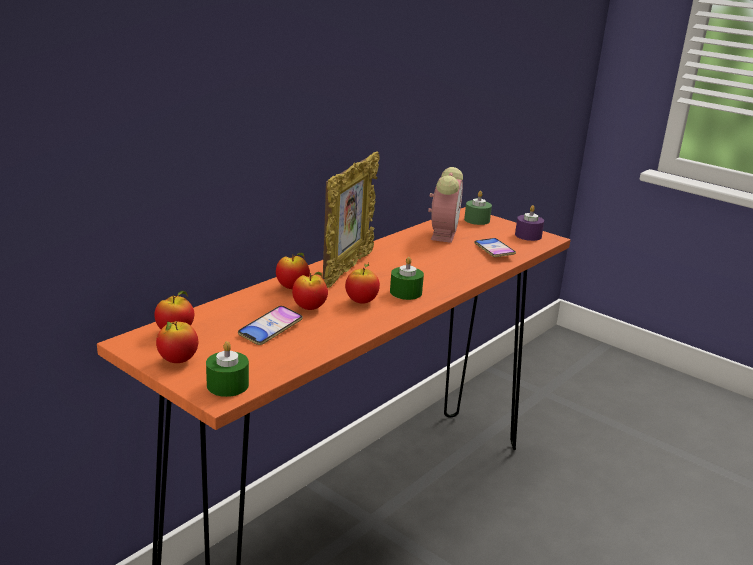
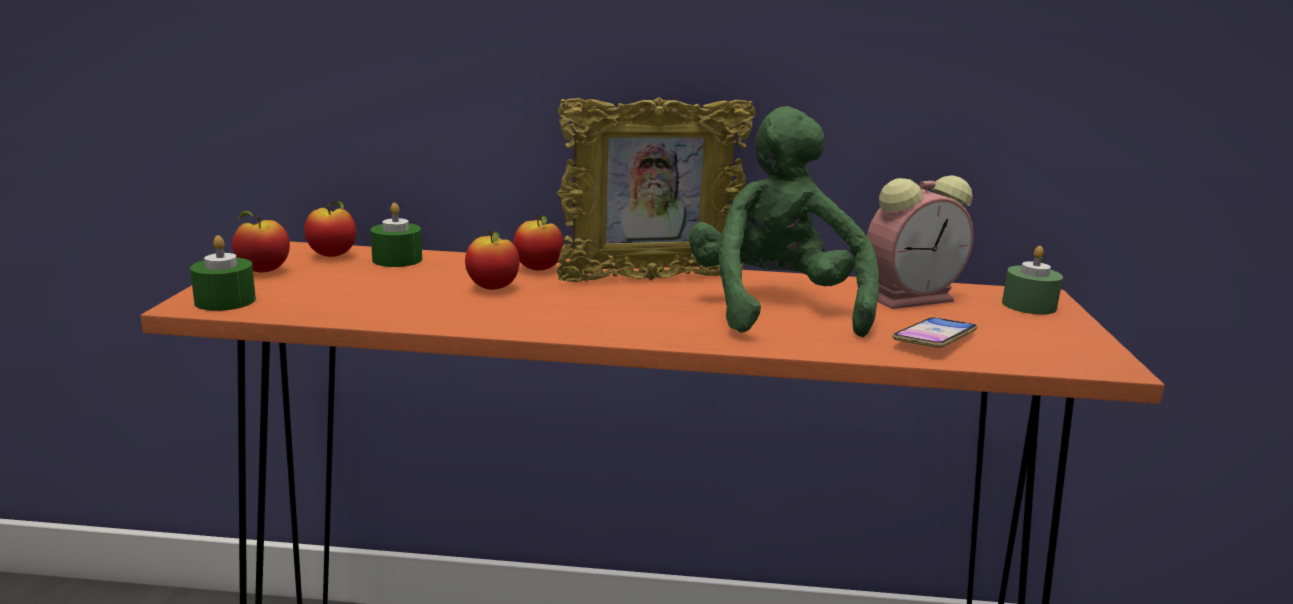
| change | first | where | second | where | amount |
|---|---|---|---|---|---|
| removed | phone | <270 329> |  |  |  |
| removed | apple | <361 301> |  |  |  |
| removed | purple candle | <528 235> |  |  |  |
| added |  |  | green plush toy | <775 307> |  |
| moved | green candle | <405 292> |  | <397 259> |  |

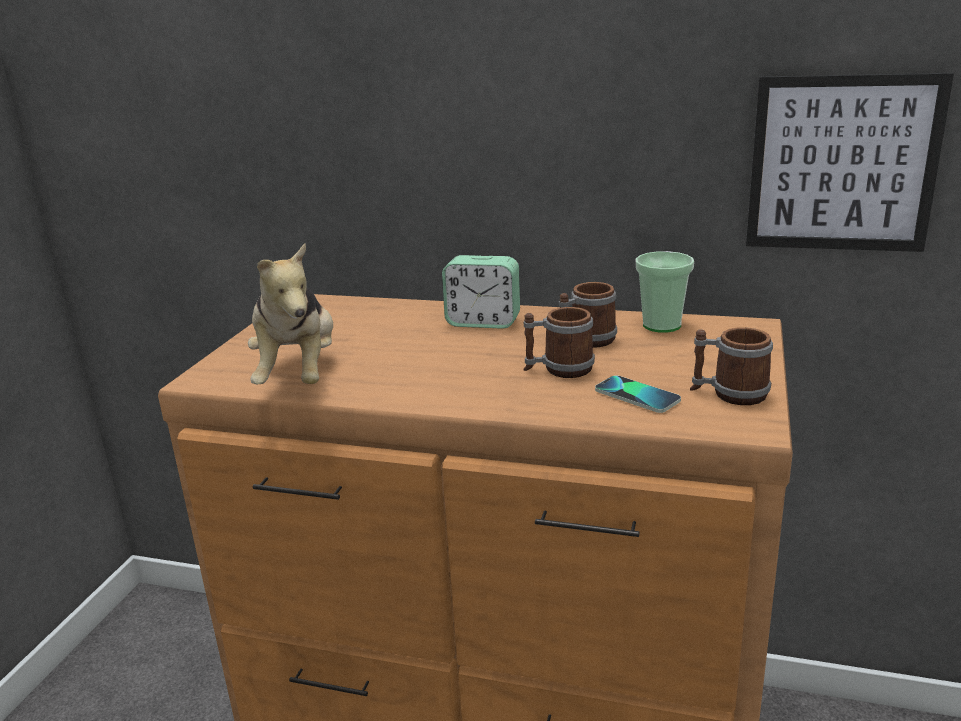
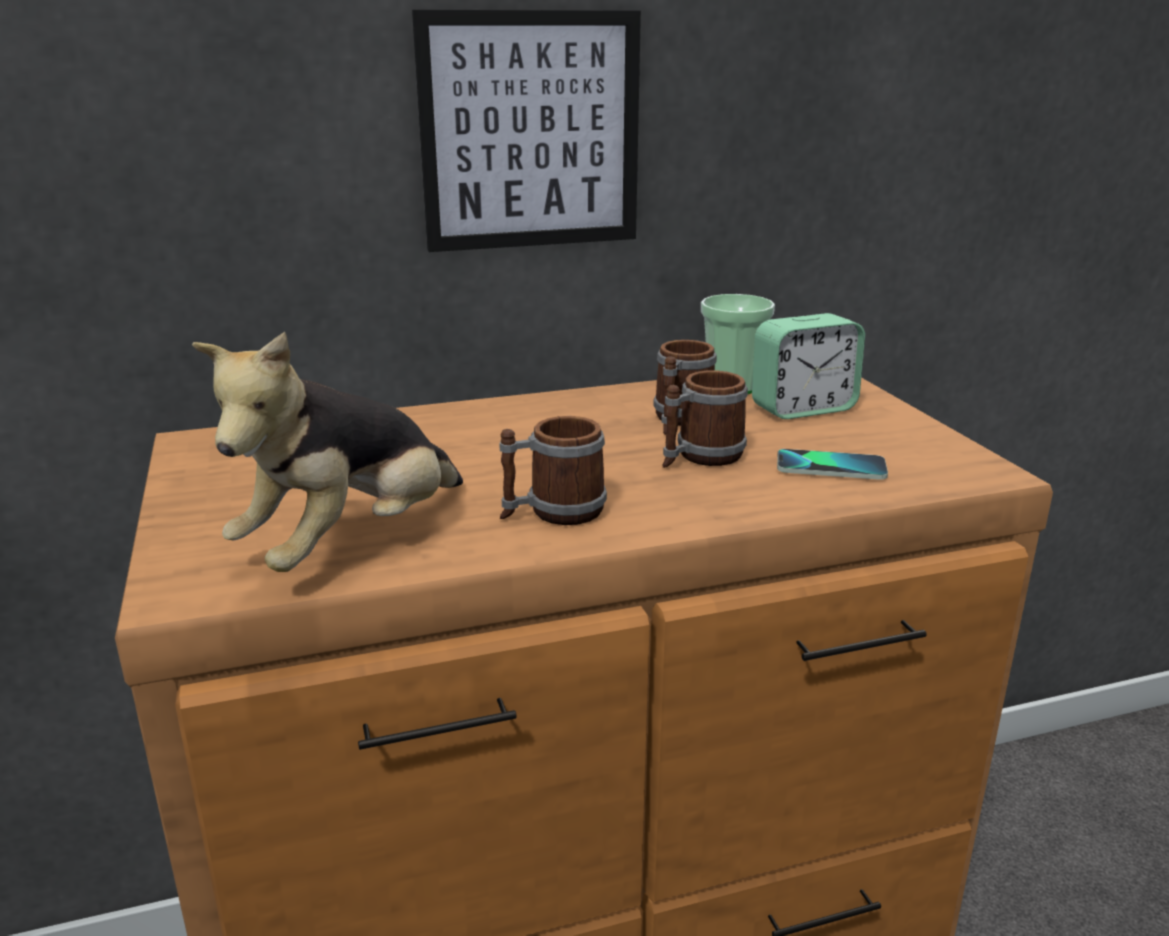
| change | first | where | second | where | amount |
|---|---|---|---|---|---|
| moved | alarm clock | <483 322> |  | <803 408> |  |
| moved | mug | <729 394> |  | <553 512> |  |
| moved | picture | <842 164> |  | <531 132> |  |
| turned | plush toy | <299 375> |  | <352 544> | 75 degrees clockwise |

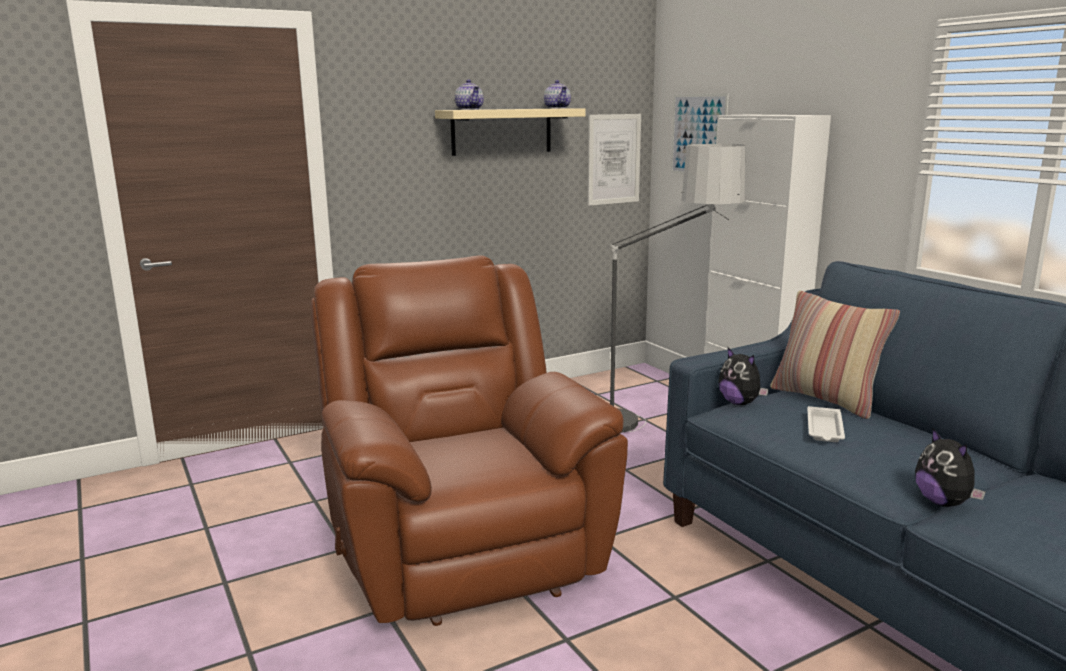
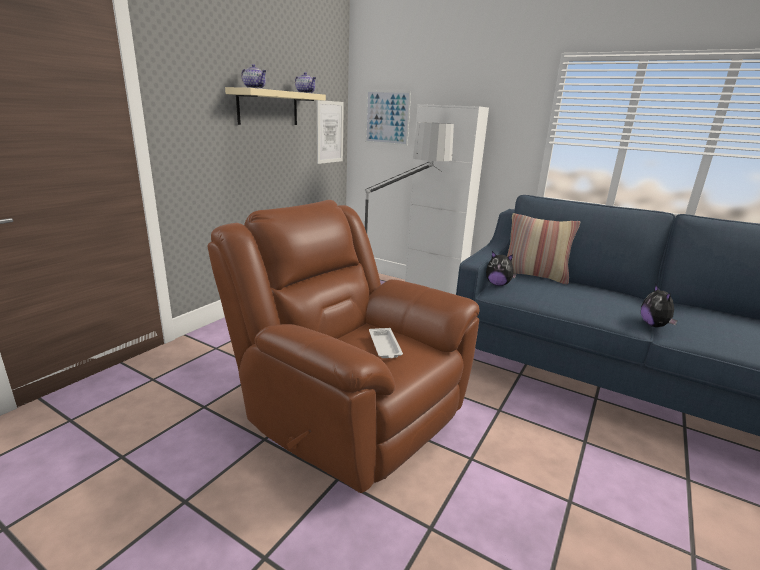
| change | first | where | second | where | amount |
|---|---|---|---|---|---|
| moved | white tray | <824 429> |  | <385 346> |  |
| turned | plush toy | <943 502> |  | <654 325> | 45 degrees clockwise |

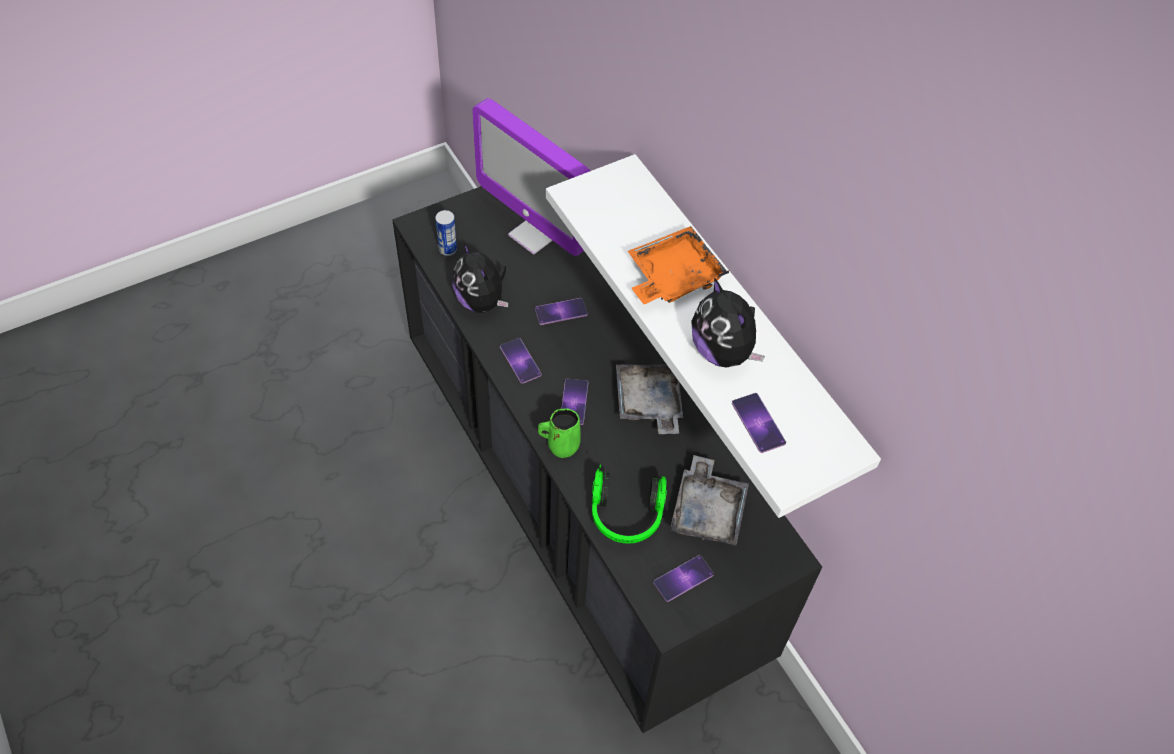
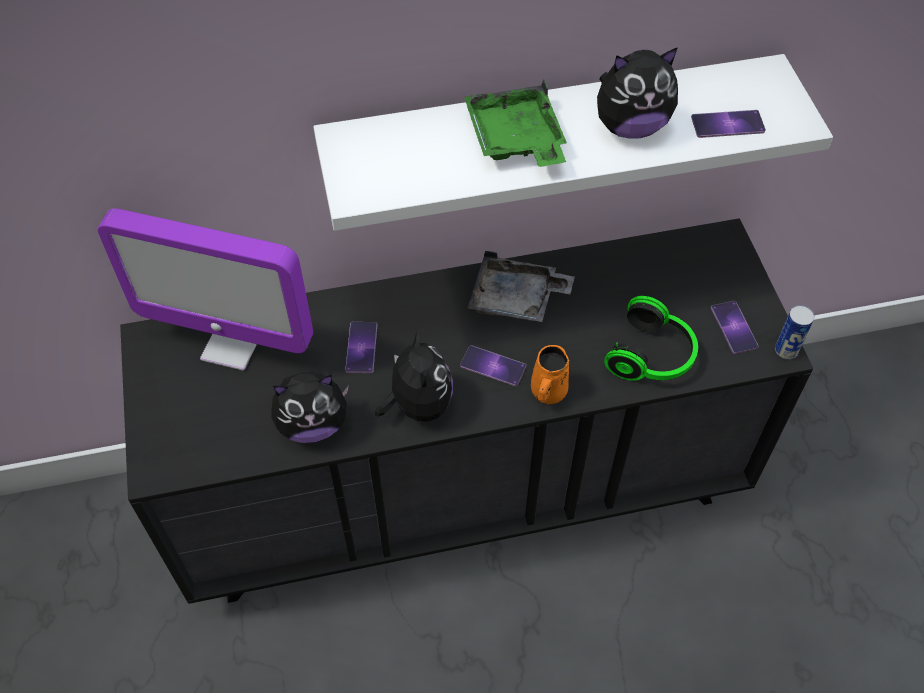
| change | first | where | second | where | amount |
|---|---|---|---|---|---|
| removed | grey tray | <707 510> |  |  |  |
| moved | can | <447 249> |  | <786 351> |  |
| replaced | phone | <520 361> | plush toy | <418 404> |  |
| recoloured | green mug | <561 445> | orange mug | <547 392> |  |
| recoloured | orange tray | <672 277> | green tray | <515 139> |  |
| turned | monitor | <535 234> |  | <232 345> | 45 degrees clockwise |

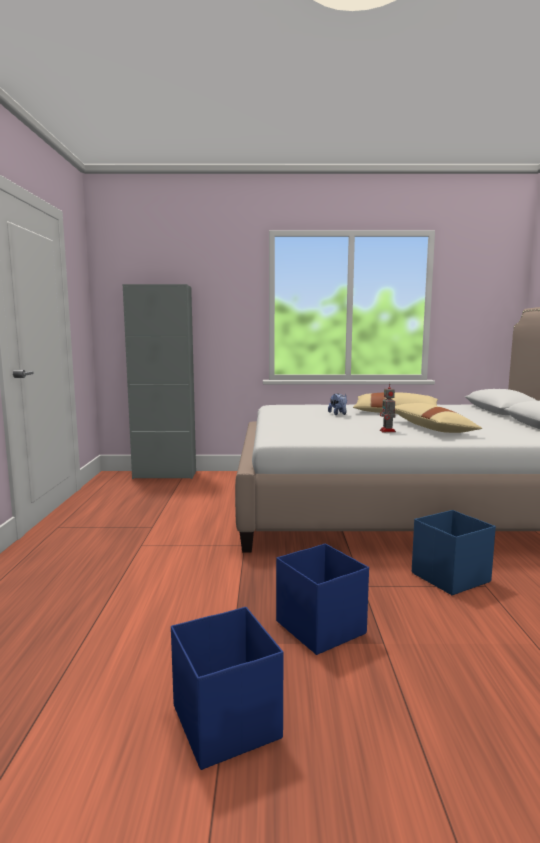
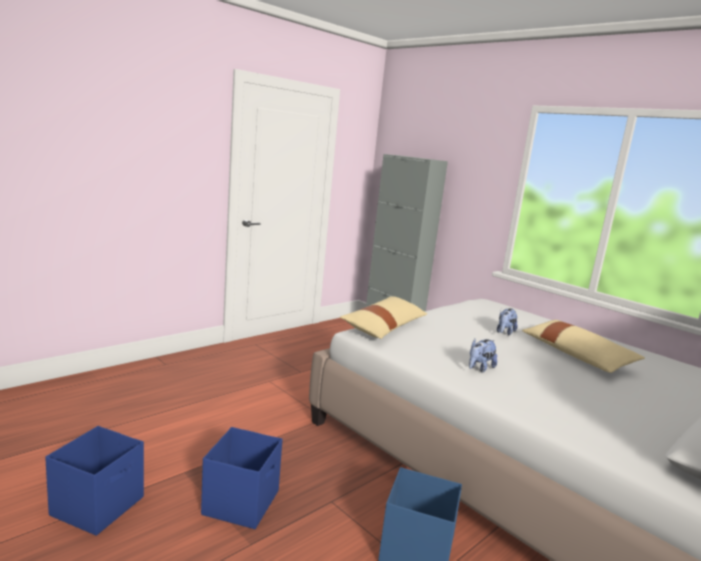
| change | first | where | second | where | amount |
|---|---|---|---|---|---|
| moved | beige pillow | <431 428> |  | <384 327> |  |
| replaced | toy robot | <387 431> | plush toy | <479 368> |  |

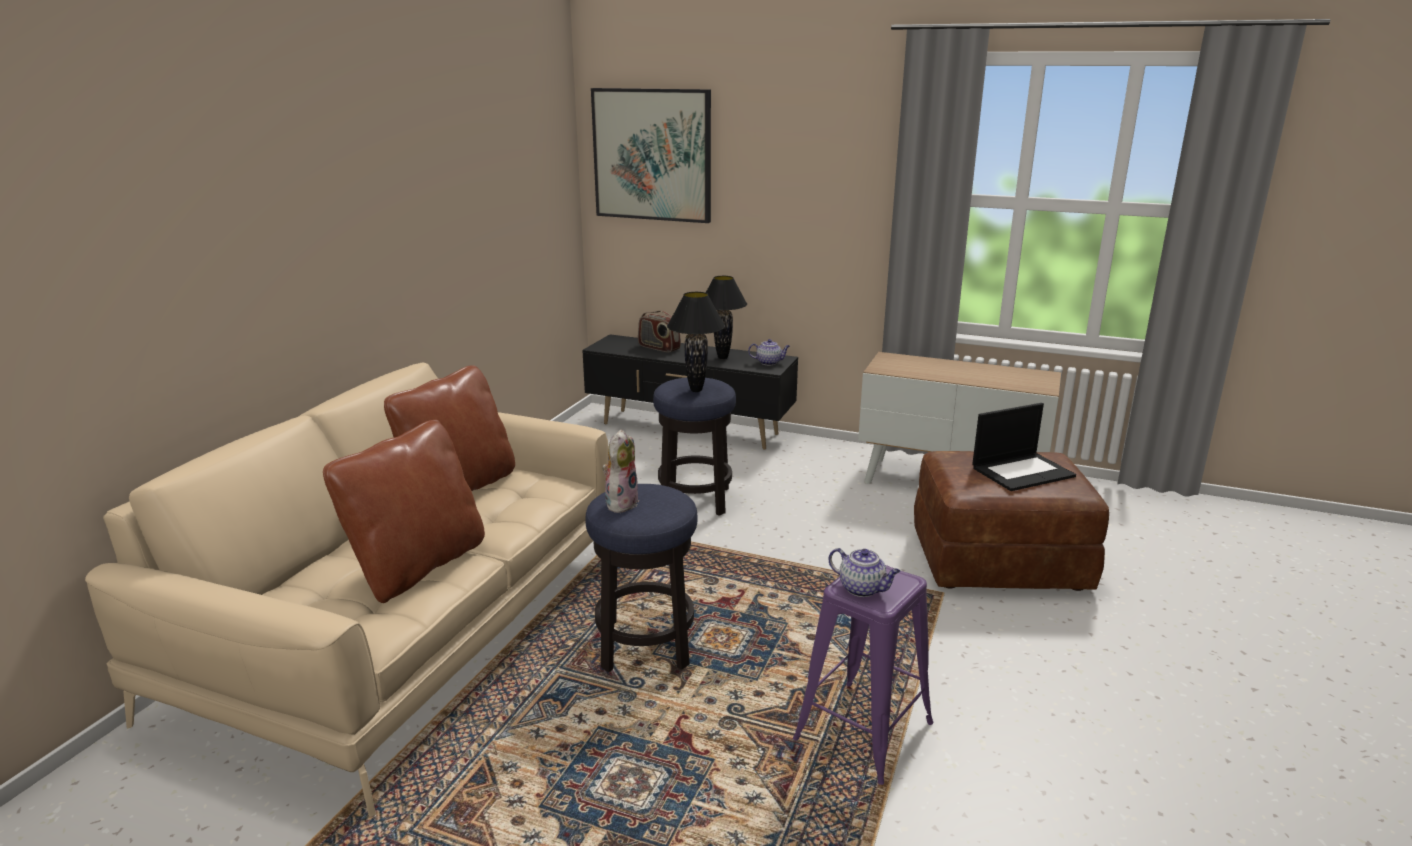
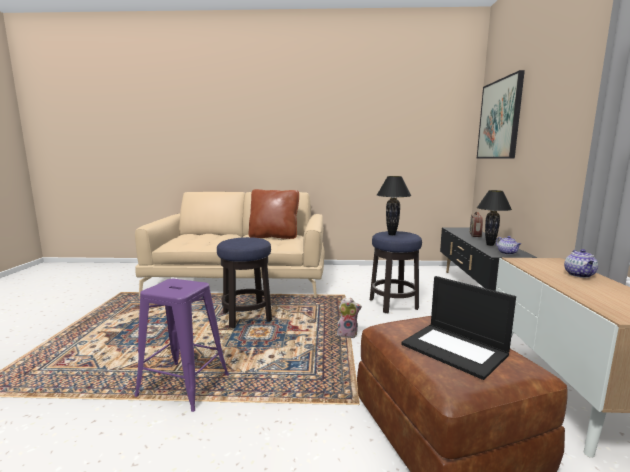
| change | first | where | second | where | amount |
|---|---|---|---|---|---|
| removed | brown pillow | <418 566> |  |  |  |
| moved | plush toy | <620 503> |  | <347 334> |  |
| moved | teapot | <863 589> |  | <579 275> |  |

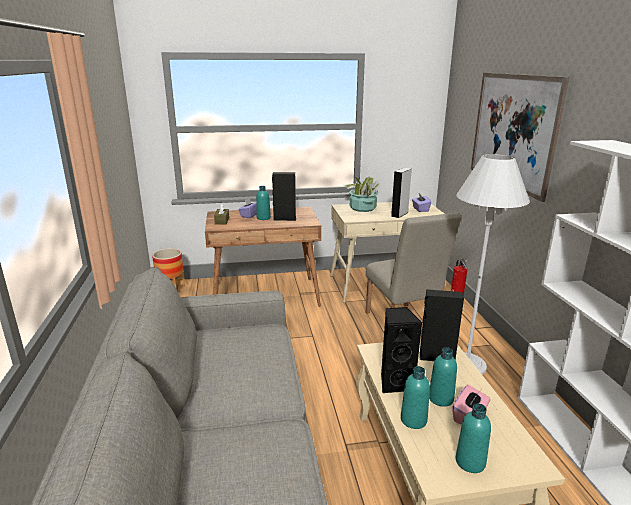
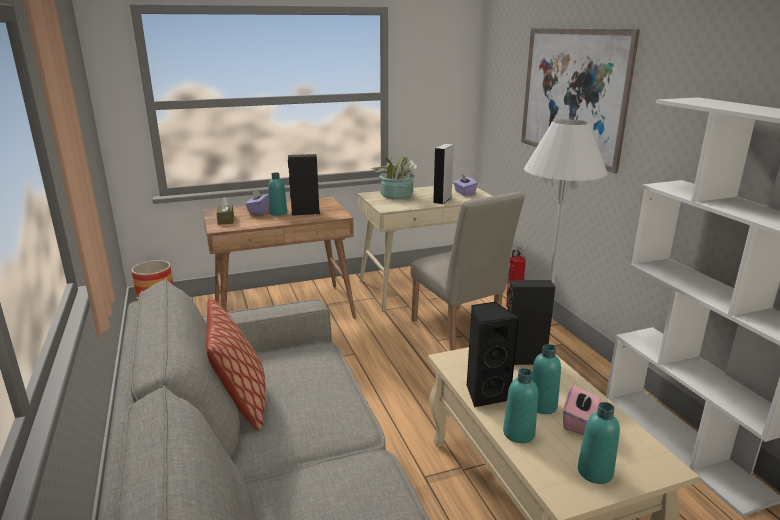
| change | first | where | second | where | amount |
|---|---|---|---|---|---|
| added |  |  | pillow | <241 403> |  |

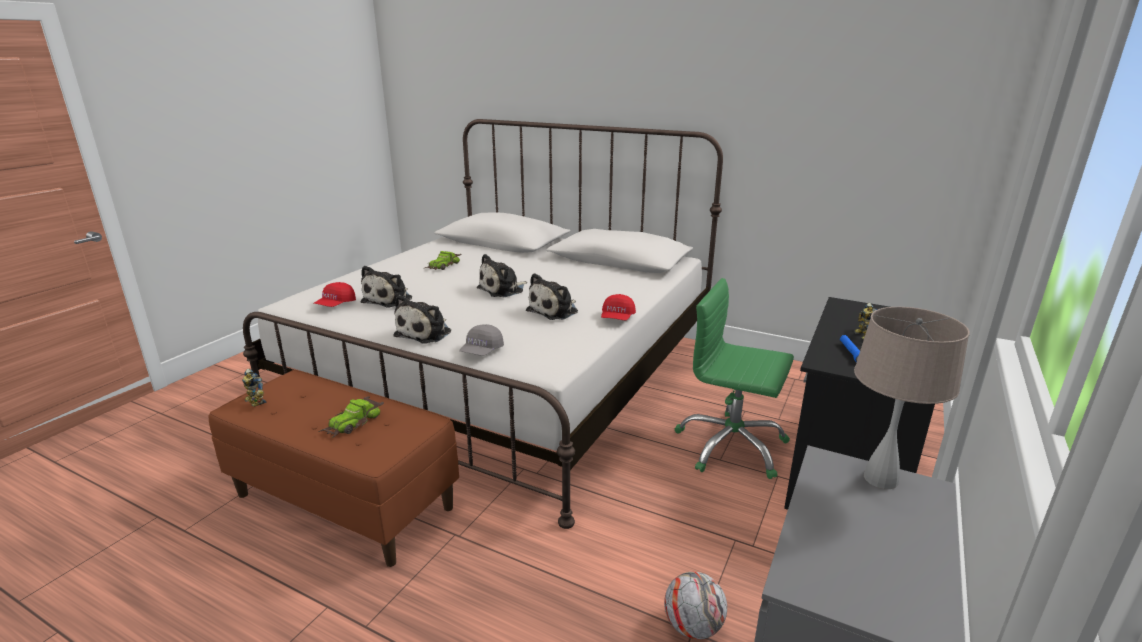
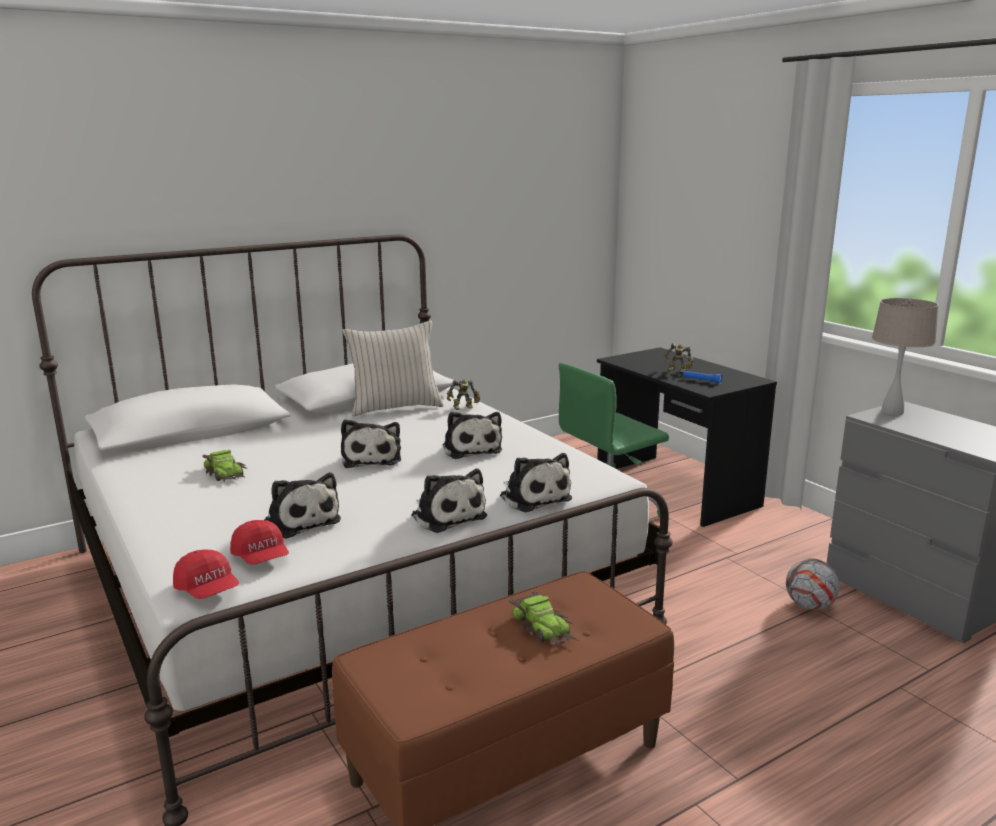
| change | first | where | second | where | amount |
|---|---|---|---|---|---|
| added |  |  | beige pillow | <395 407> |  |
| moved | toy robot | <254 402> |  | <464 408> |  |
| moved | red cap | <617 318> |  | <208 590> |  |
| replaced | grey cap | <481 351> | plush toy | <533 497> |  |

